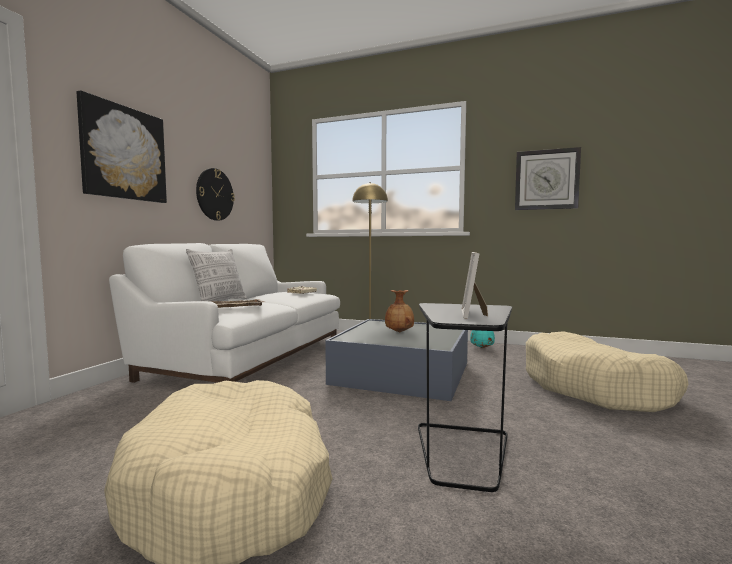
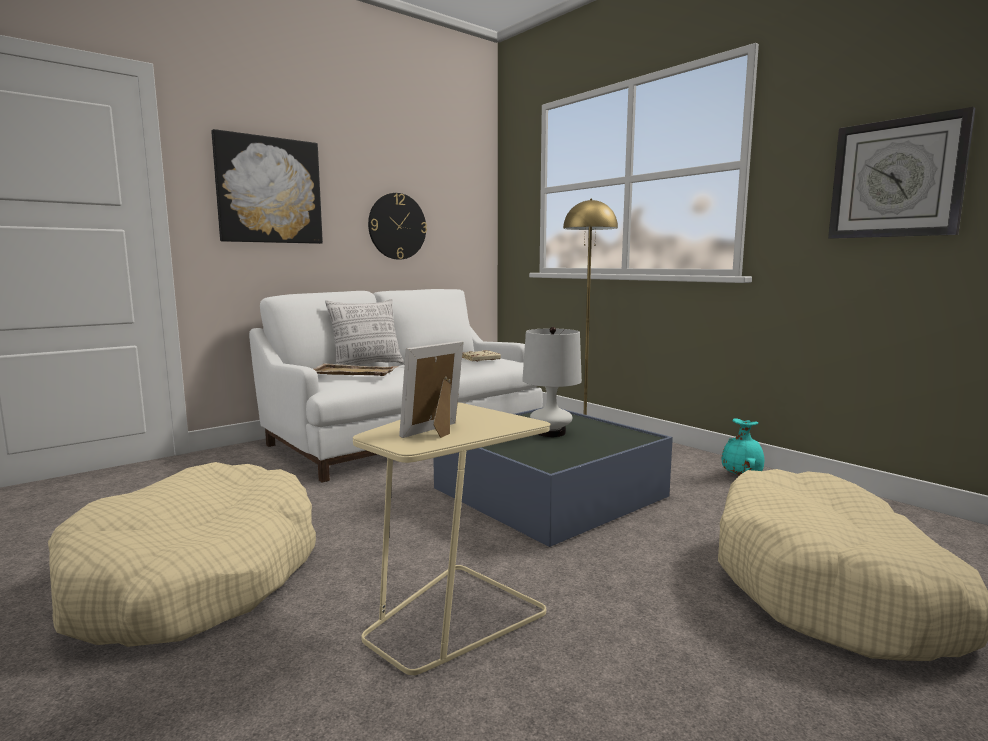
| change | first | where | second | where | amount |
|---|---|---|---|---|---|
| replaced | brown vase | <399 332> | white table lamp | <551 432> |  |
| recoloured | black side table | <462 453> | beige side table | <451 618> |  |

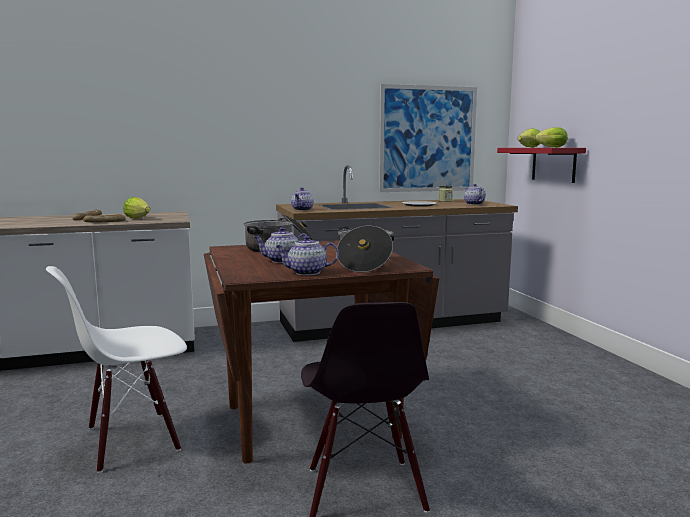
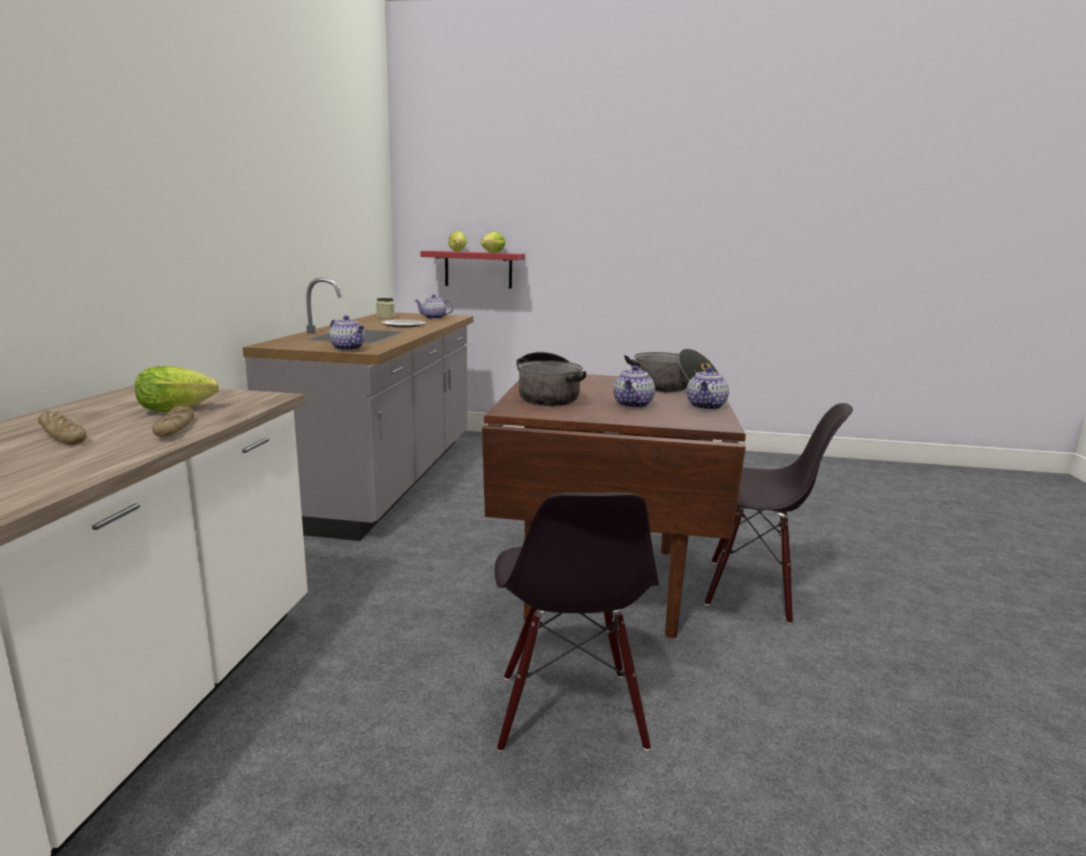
| change | first | where | second | where | amount |
|---|---|---|---|---|---|
| removed | picture | <428 139> |  |  |  |
| recoloured | white chair | <132 440> | black chair | <569 711> |  |

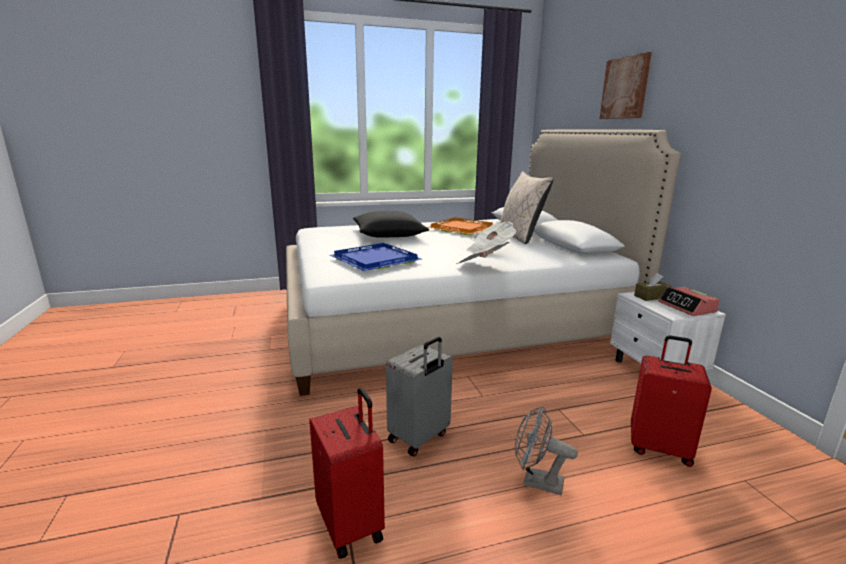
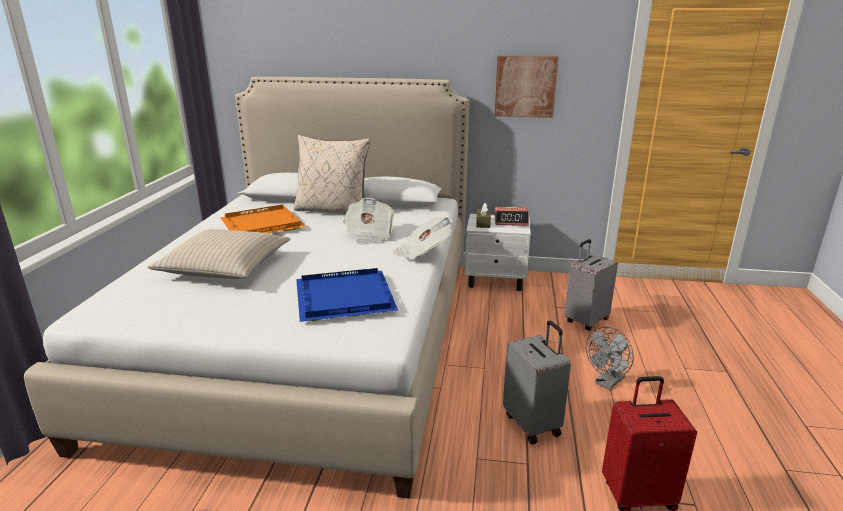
| change | first | where | second | where | amount |
|---|---|---|---|---|---|
| moved | picture | <625 88> |  | <525 86> |  |
| recoloured | black pillow | <389 234> | beige pillow | <225 267> |  |
| recoloured | red suitcase | <659 448> | grey suitcase | <585 321> |  |

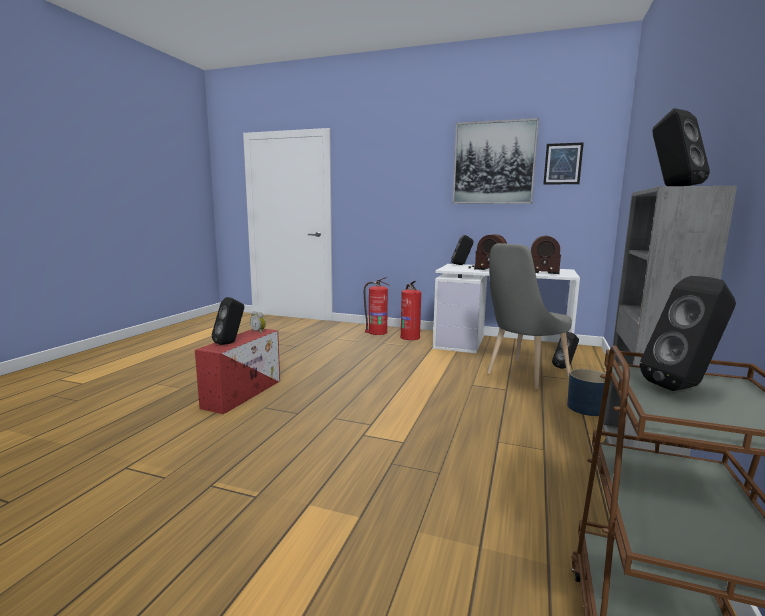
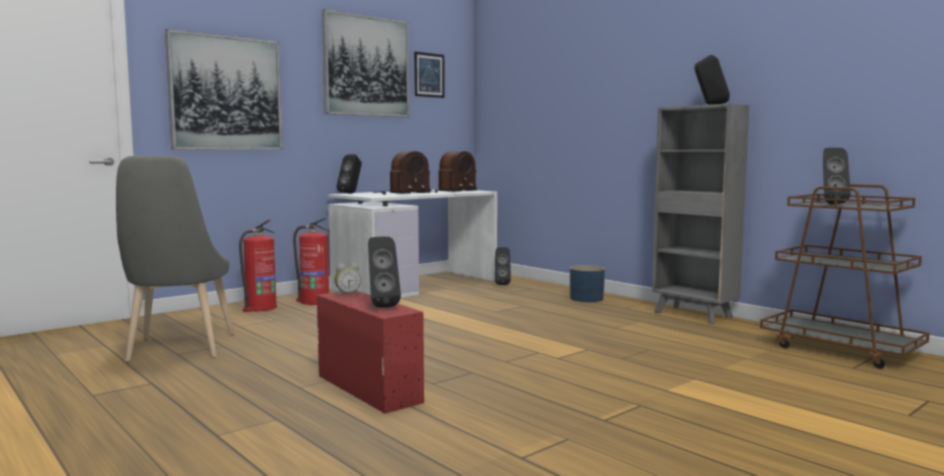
| change | first | where | second | where | amount |
|---|---|---|---|---|---|
| added |  |  | picture | <226 93> |  |
| moved | grey chair | <523 376> |  | <178 350> |  |

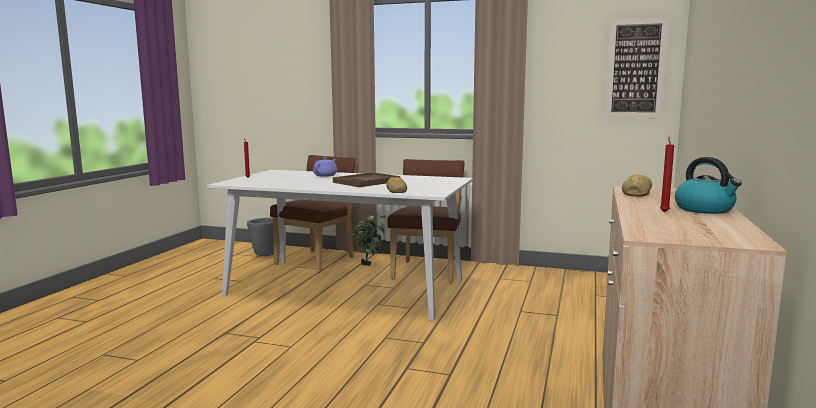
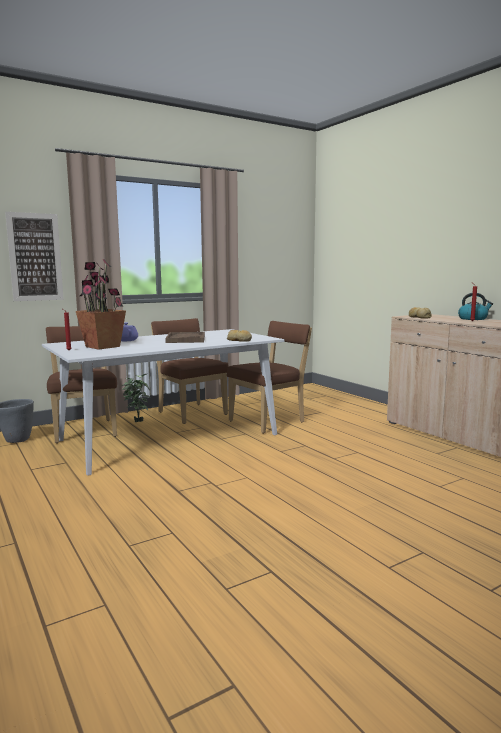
| change | first | where | second | where | amount |
|---|---|---|---|---|---|
| added |  |  | potted plant | <102 347> |  |
| added |  |  | brown chair | <269 421> |  |
| moved | picture | <635 68> |  | <35 257> |  |

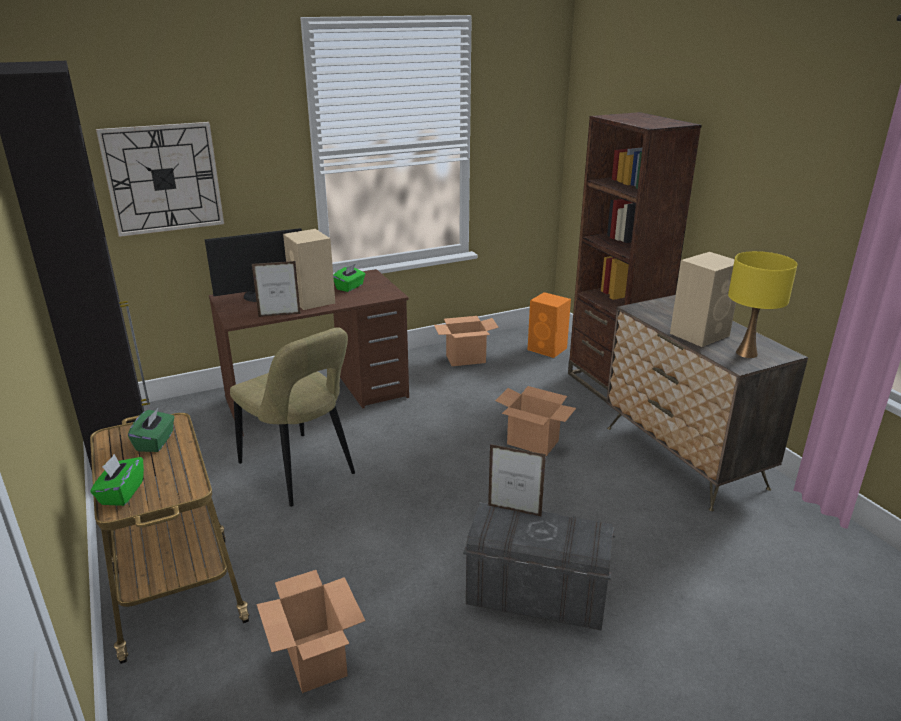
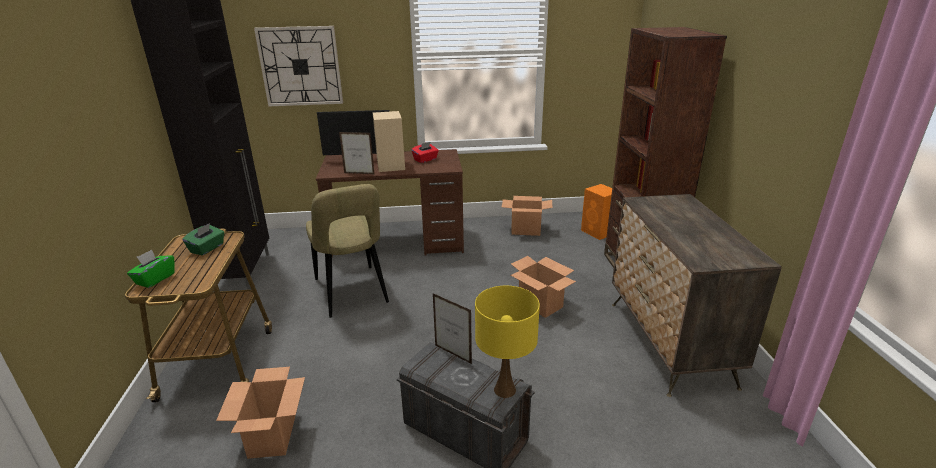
| change | first | where | second | where | amount |
|---|---|---|---|---|---|
| removed | beige speaker | <700 334> |  |  |  |
| moved | yellow table lamp | <746 353> |  | <504 390> |  |
| recoloured | green tissue box | <350 287> | red tissue box | <425 160> |  |

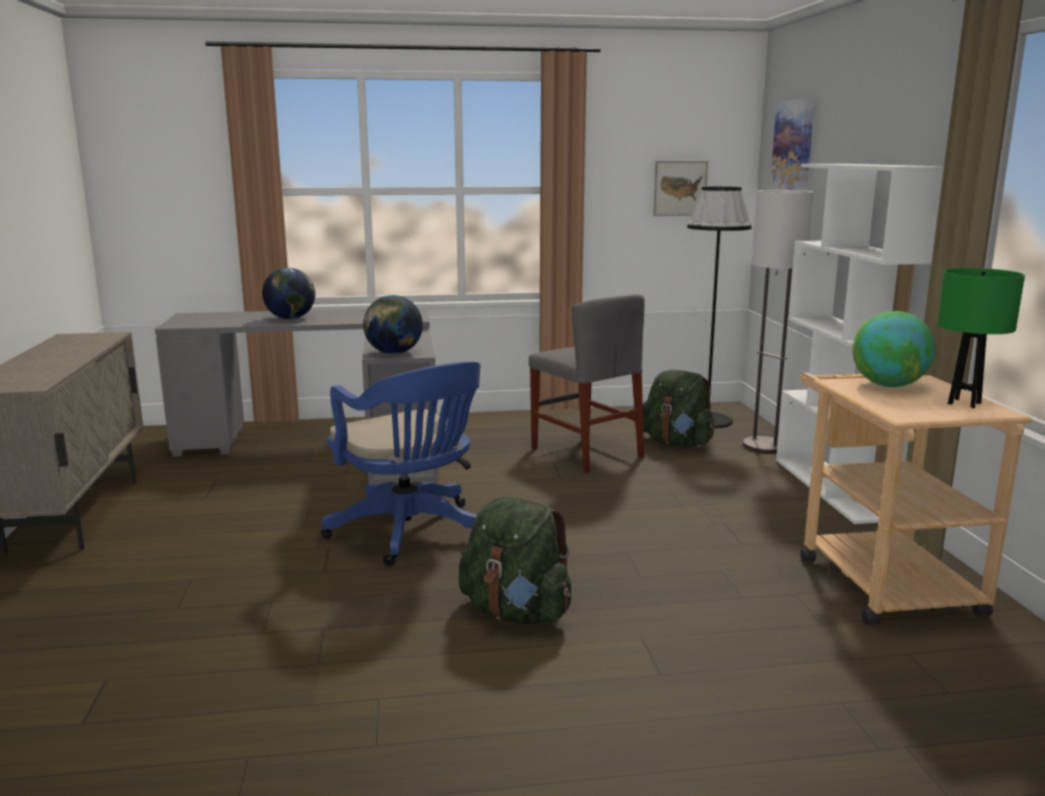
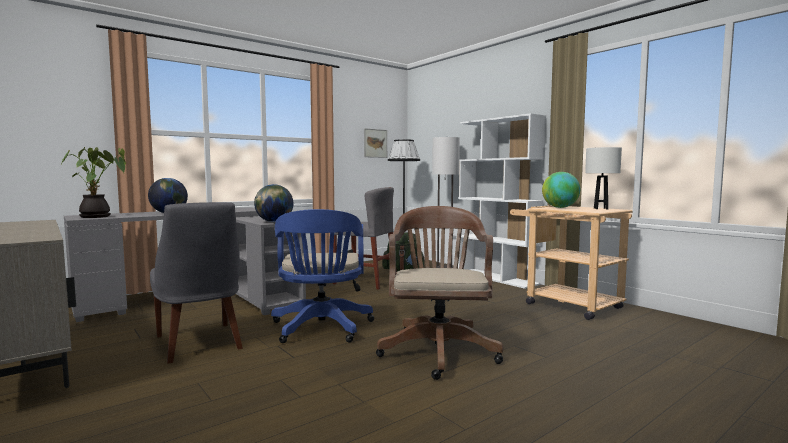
| change | first | where | second | where | amount |
|---|---|---|---|---|---|
| removed | picture | <793 151> |  |  |  |
| added |  |  | potted plant | <98 217> |  |
| added |  |  | grey chair | <199 344> |  |
| replaced | green backpack | <516 612> | brown office chair | <438 350> |  |
| recoloured | green table lamp | <964 403> | white table lamp | <600 209> |  |
| turned | blue office chair | <411 533> |  | <321 329> | 60 degrees clockwise |

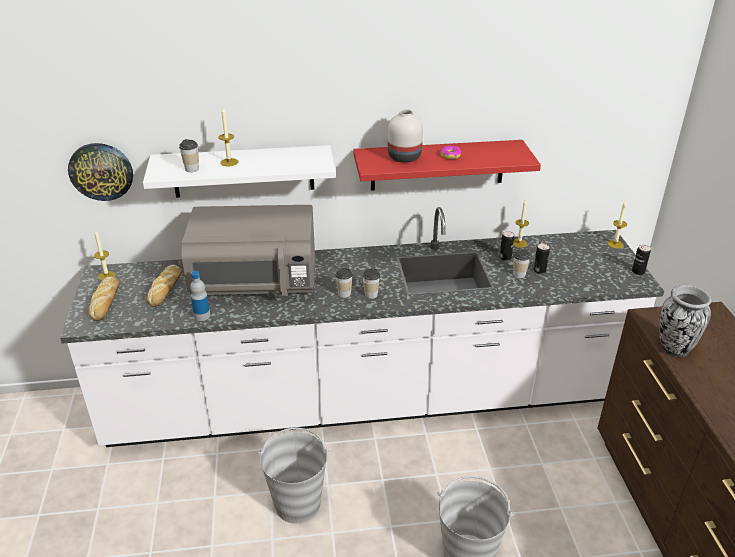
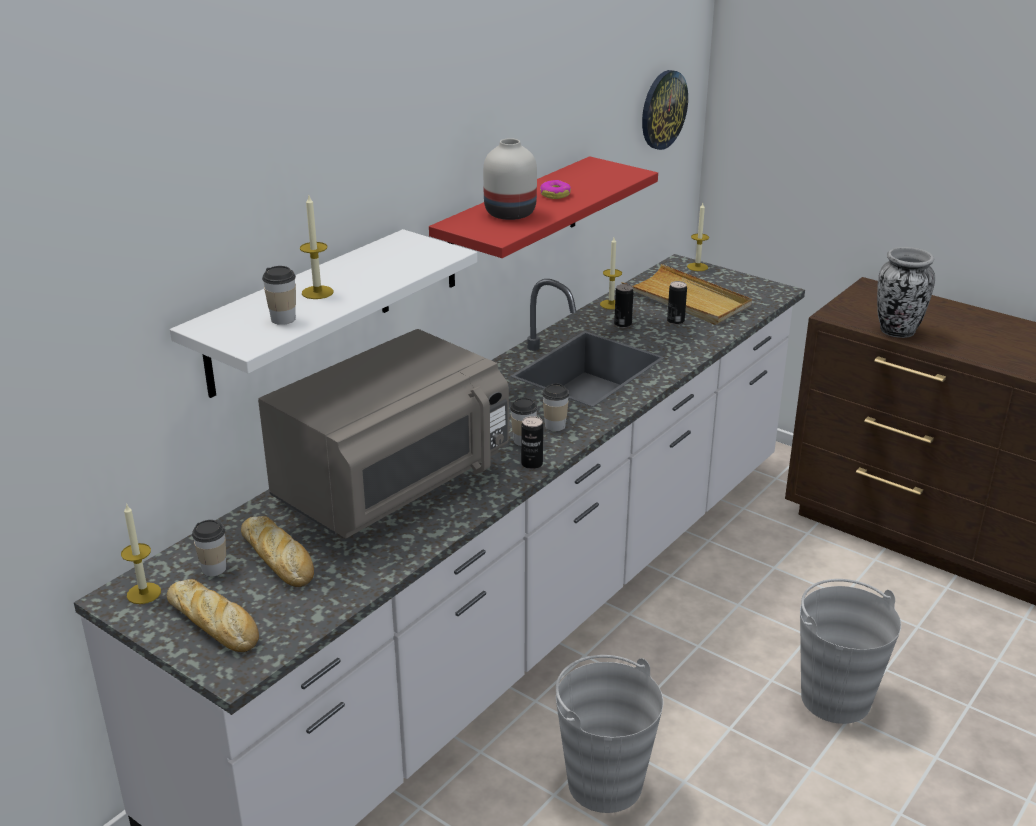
| change | first | where | second | where | amount |
|---|---|---|---|---|---|
| removed | bottle | <202 316> |  |  |  |
| added |  |  | beige tray | <686 299> |  |
| moved | wall clock | <101 171> |  | <663 109> |  |
| moved | cup | <519 275> |  | <214 568> |  |
| moved | can | <638 272> |  | <532 464> |  |

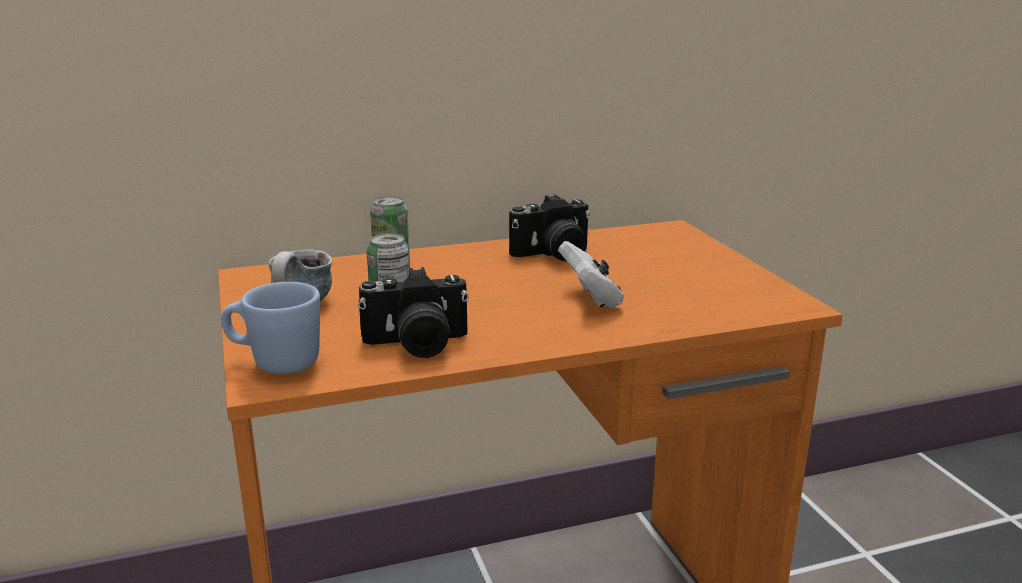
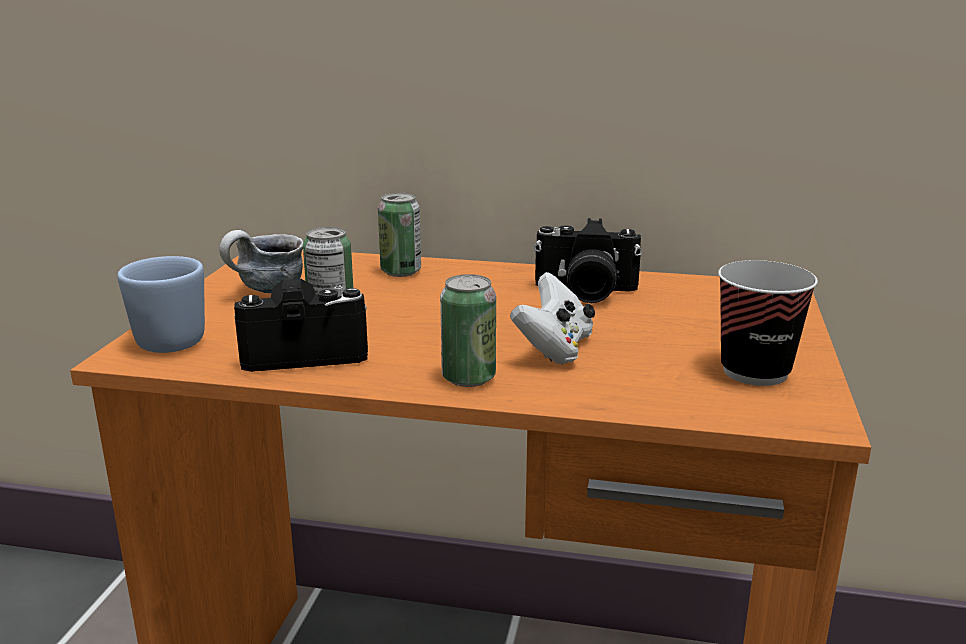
| change | first | where | second | where | amount |
|---|---|---|---|---|---|
| added |  |  | can | <468 378> |  |
| added |  |  | cup | <755 372> |  |
| turned | photo camera | <416 345> |  | <304 354> | 150 degrees clockwise |

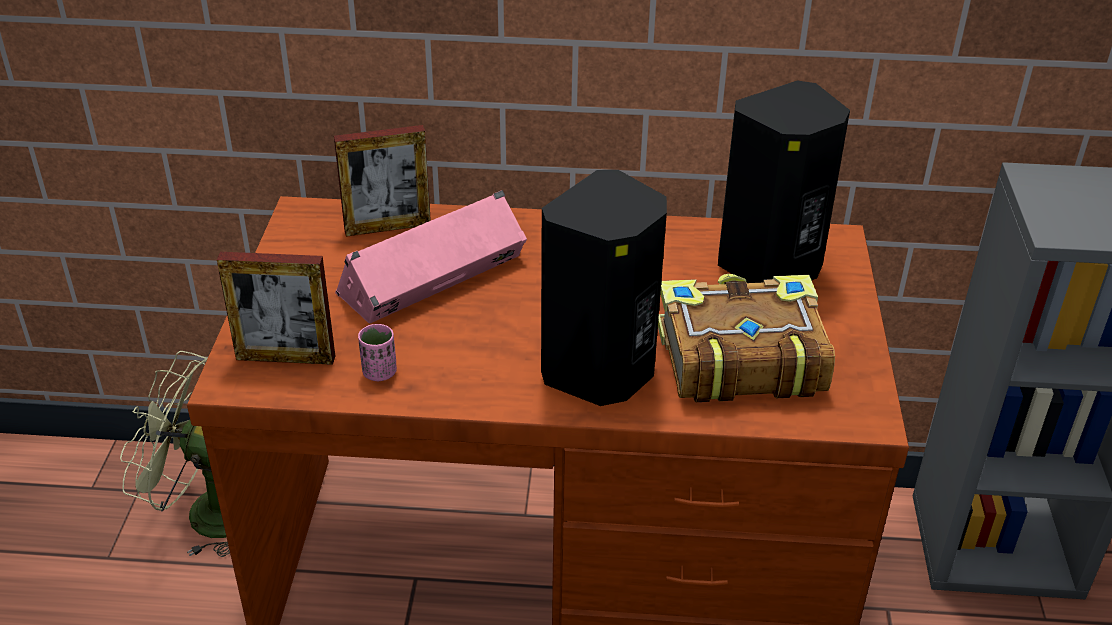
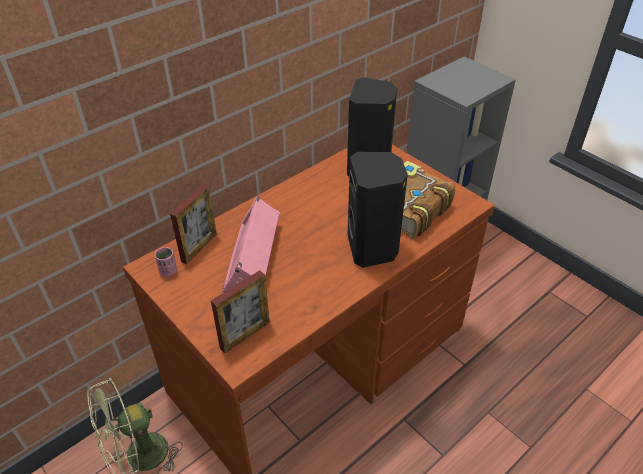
| change | first | where | second | where | amount |
|---|---|---|---|---|---|
| moved | pink cup | <379 372> |  | <168 271> |  |

